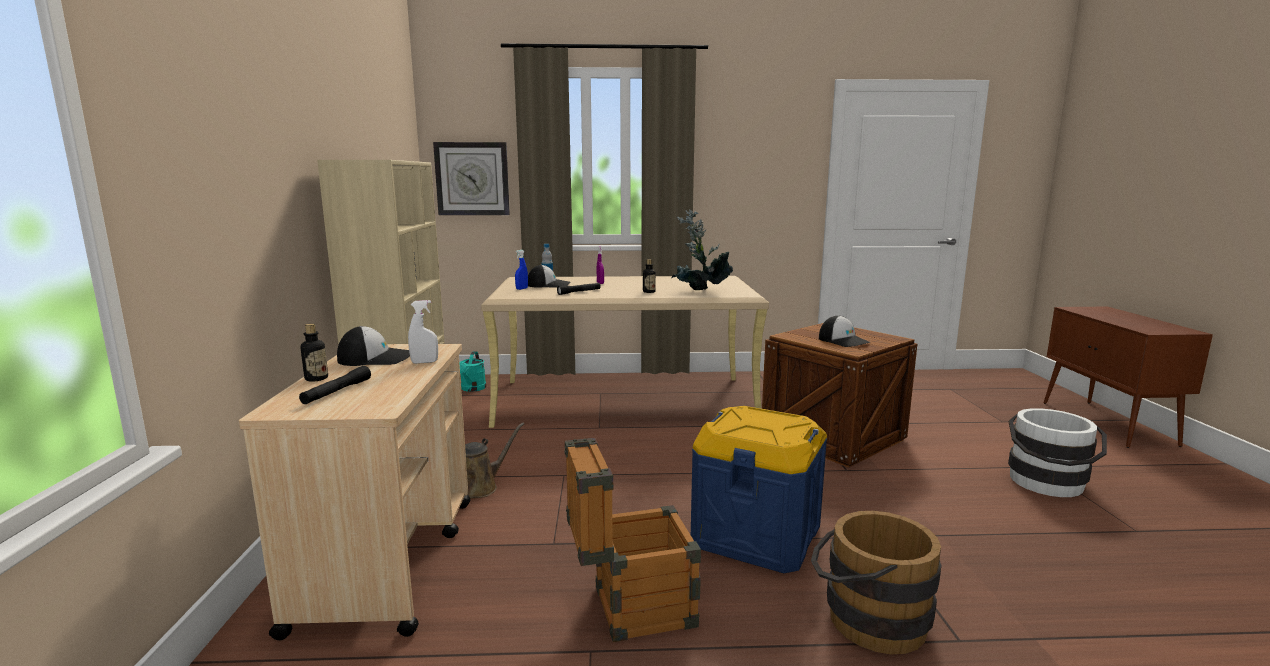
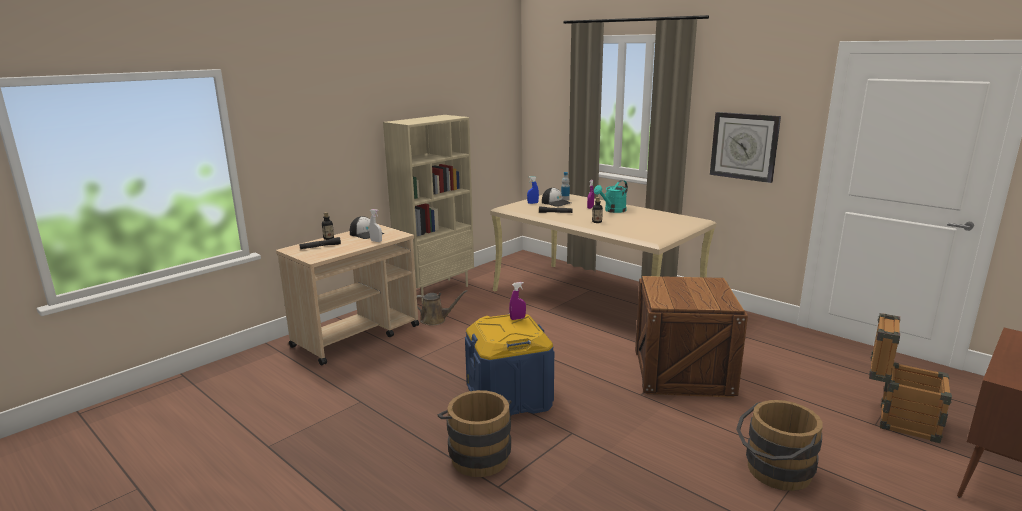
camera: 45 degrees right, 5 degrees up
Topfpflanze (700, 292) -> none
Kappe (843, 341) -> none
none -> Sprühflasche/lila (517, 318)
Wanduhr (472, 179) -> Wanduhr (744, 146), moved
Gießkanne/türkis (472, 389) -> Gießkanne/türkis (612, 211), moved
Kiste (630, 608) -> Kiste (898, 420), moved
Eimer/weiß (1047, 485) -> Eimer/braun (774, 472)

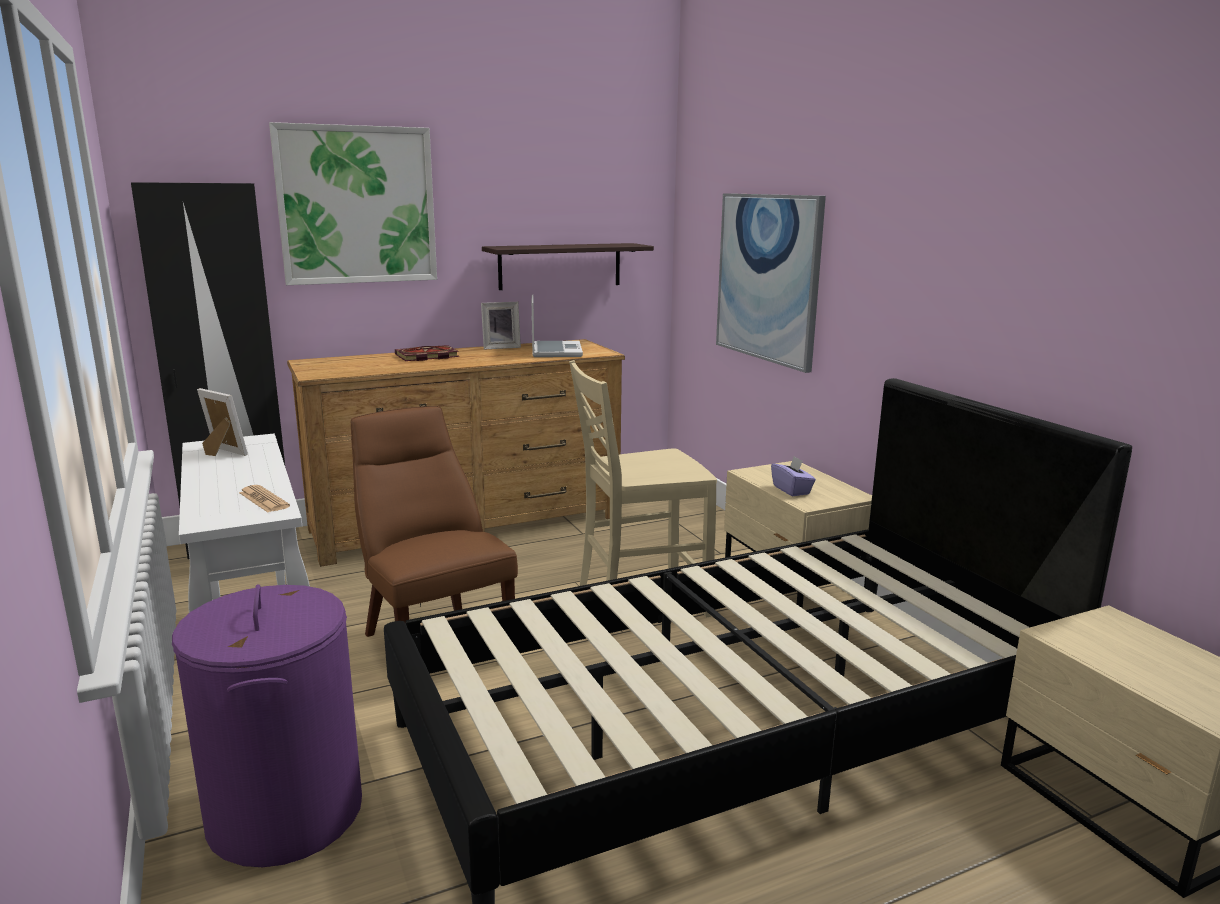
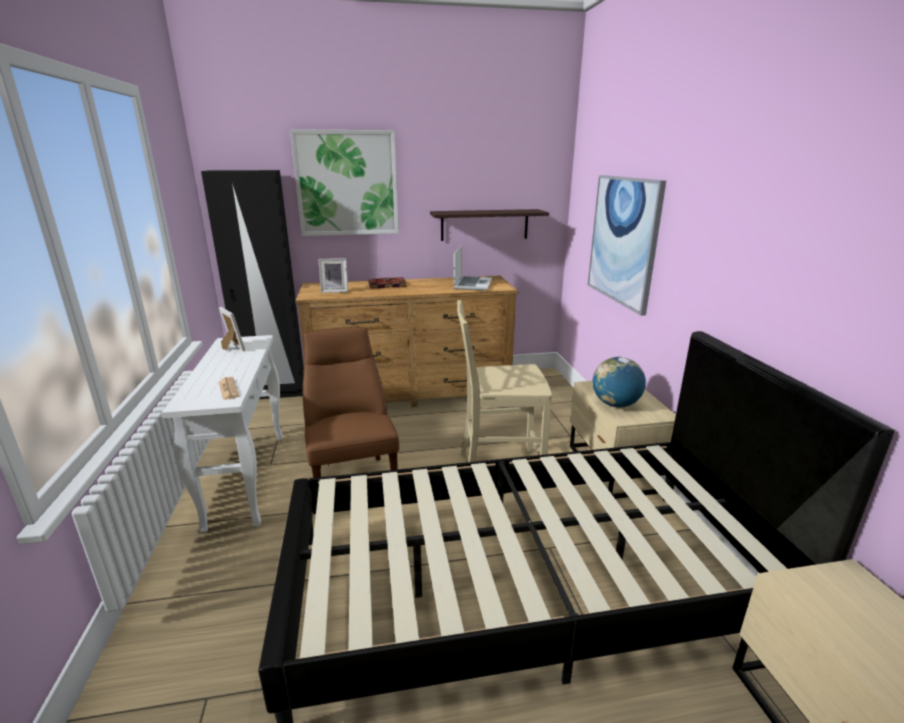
camera: 15 degrees right, 5 degrees up
Wäschekorb/lila (285, 813) -> none
Bilderrahmen (501, 347) -> Bilderrahmen (335, 291), moved
Taschentuchbox/lila (792, 490) -> Globus (615, 404)

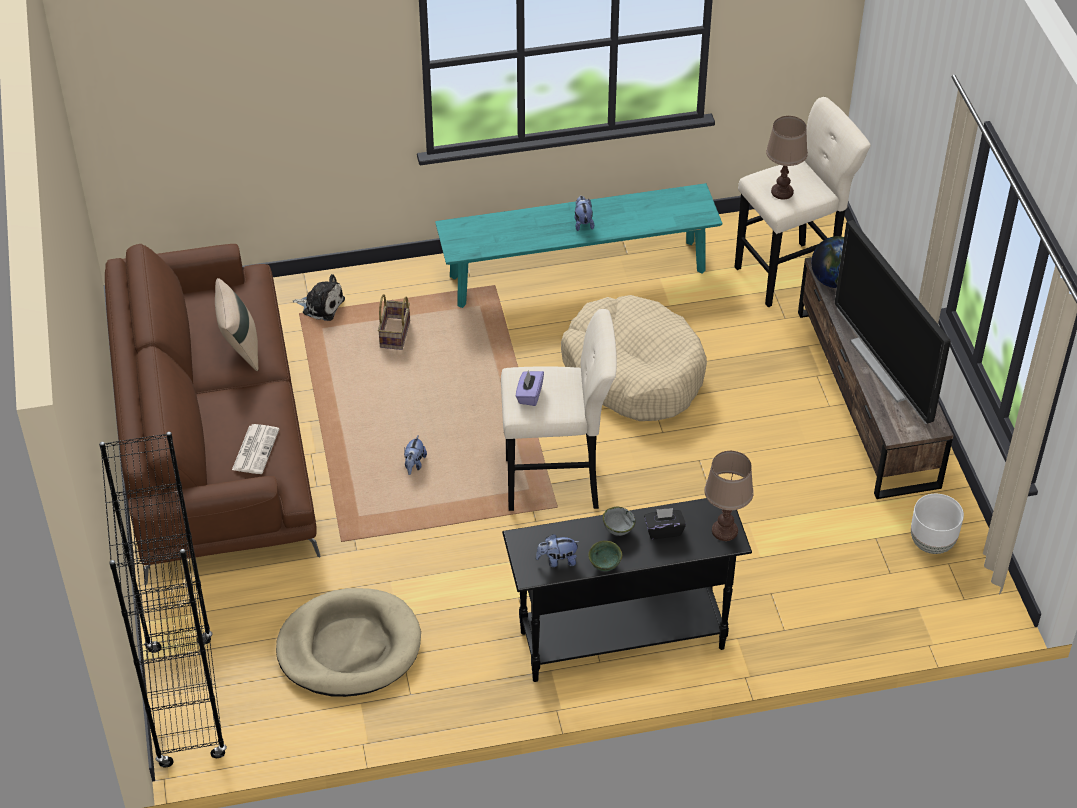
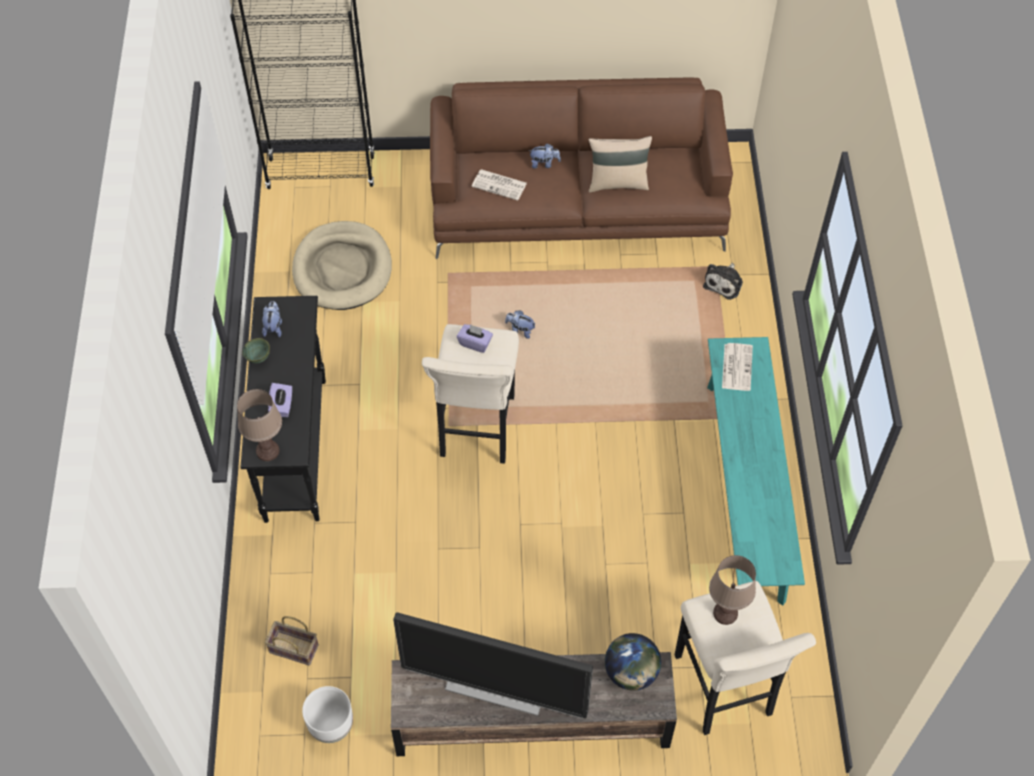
camera: 100 degrees right, 10 degrees up
Hundebett/beige (633, 372) -> none
Schüssel/grau (617, 530) -> none
none -> Zeitung (736, 366)
Korb (395, 335) -> Korb (292, 649), moved
Plüschtier (583, 222) -> Plüschtier (544, 164), moved
Taschentuchbox/schwarz (664, 530) -> Taschentuchbox/lila (282, 406)
Fernseher (886, 367) -> Fernseher (495, 689), 150 degrees counterclockwise

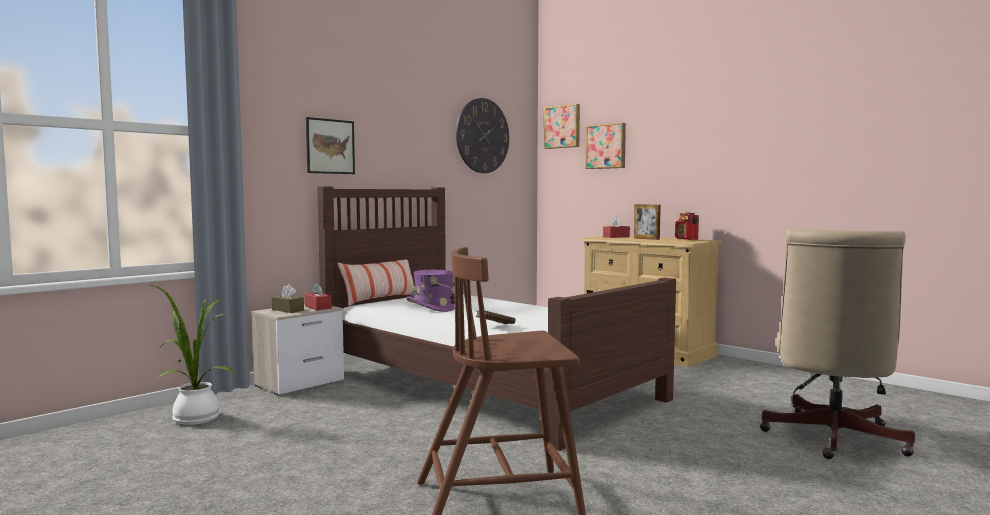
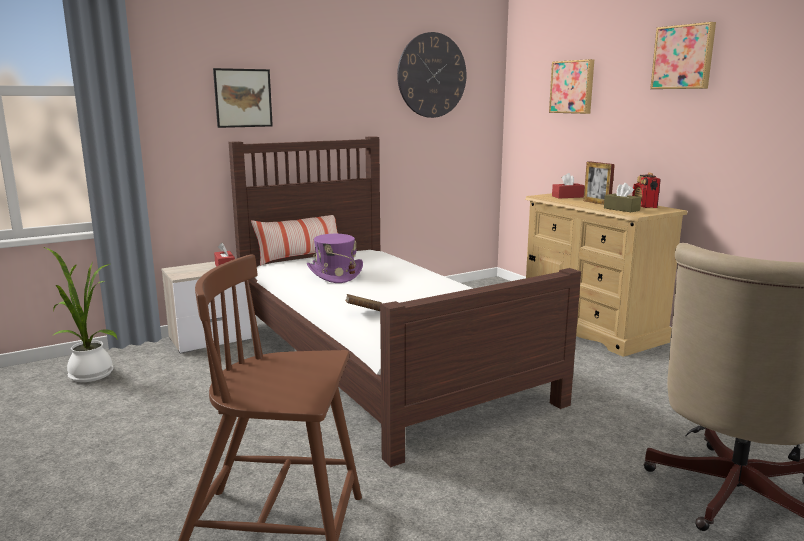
camera: 15 degrees right, 10 degrees up
Taschentuchbox/braun (288, 310) -> Taschentuchbox/braun (621, 209), moved
Bild (562, 127) -> Bild (683, 57), moved

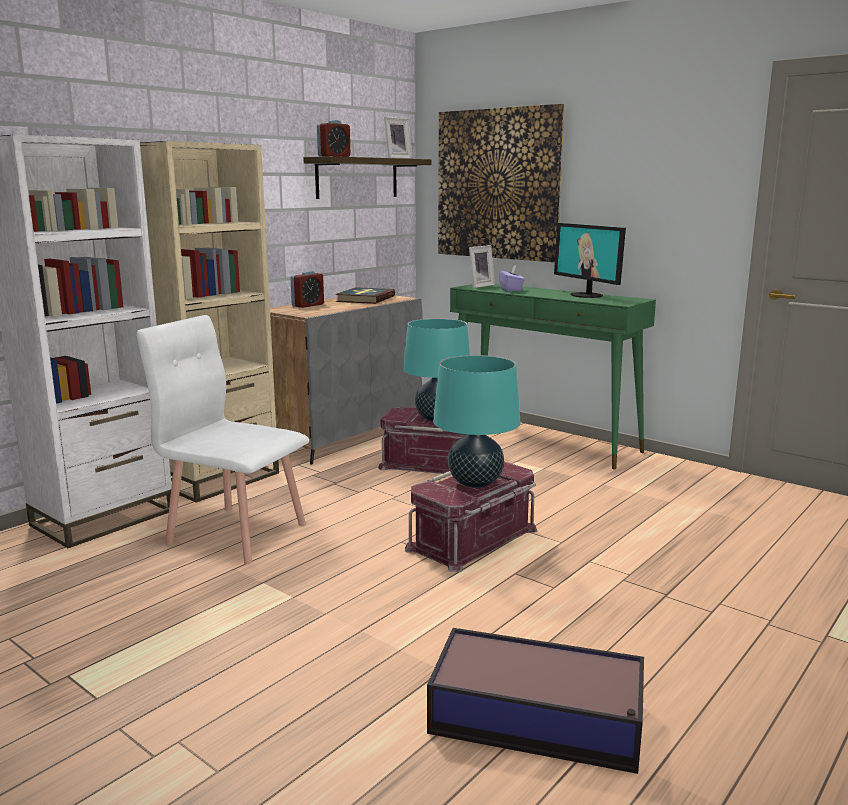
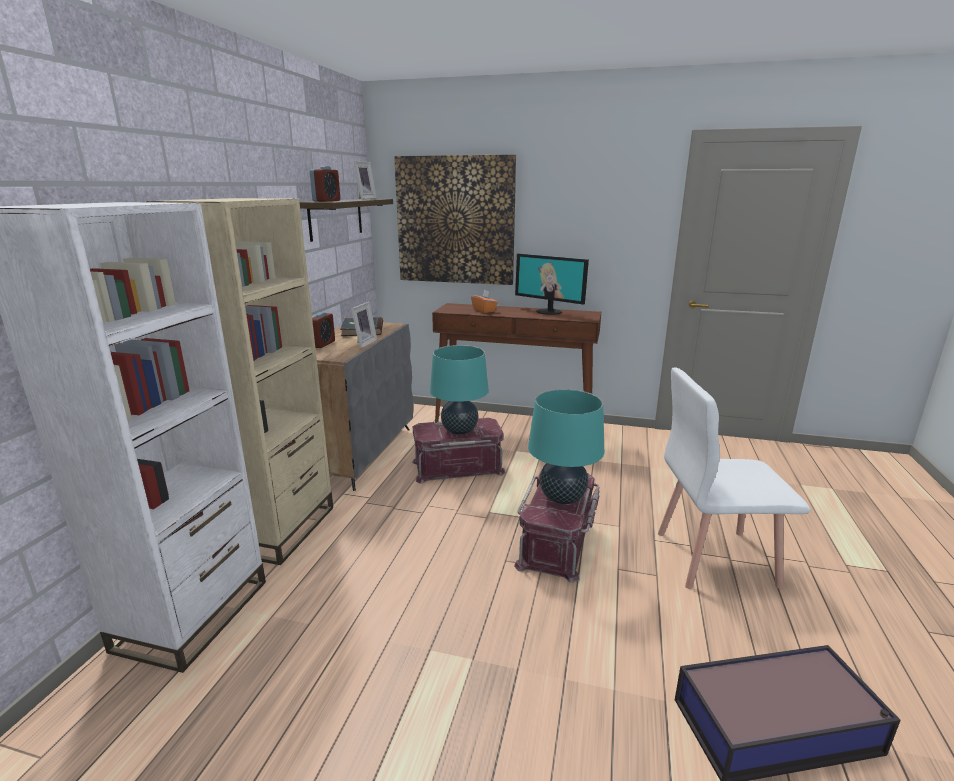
camera: 25 degrees left, 5 degrees up
Stuhl/weiß (236, 533) -> Stuhl/weiß (713, 558), moved
Bilderrahmen (479, 286) -> Bilderrahmen (363, 343), moved
Konsolentisch/grün (542, 440) -> Konsolentisch/braun (514, 425)
Taschentuchbox/lila (511, 290) -> Taschentuchbox/orange (484, 310)

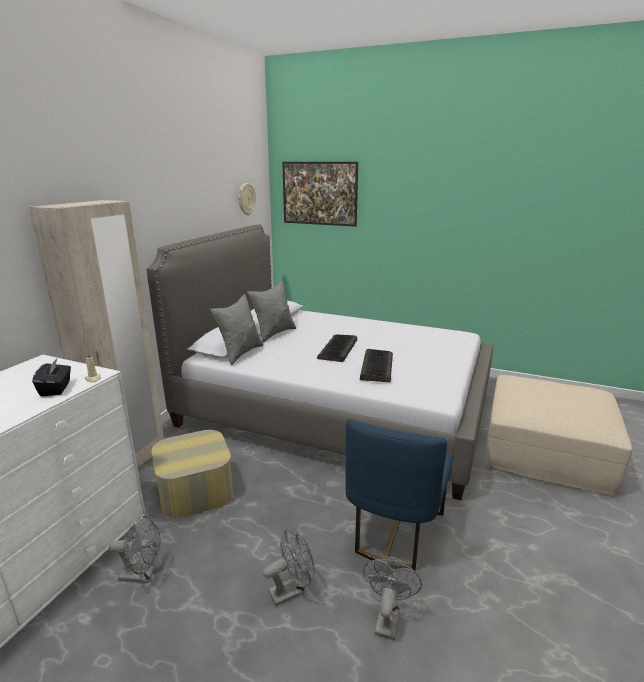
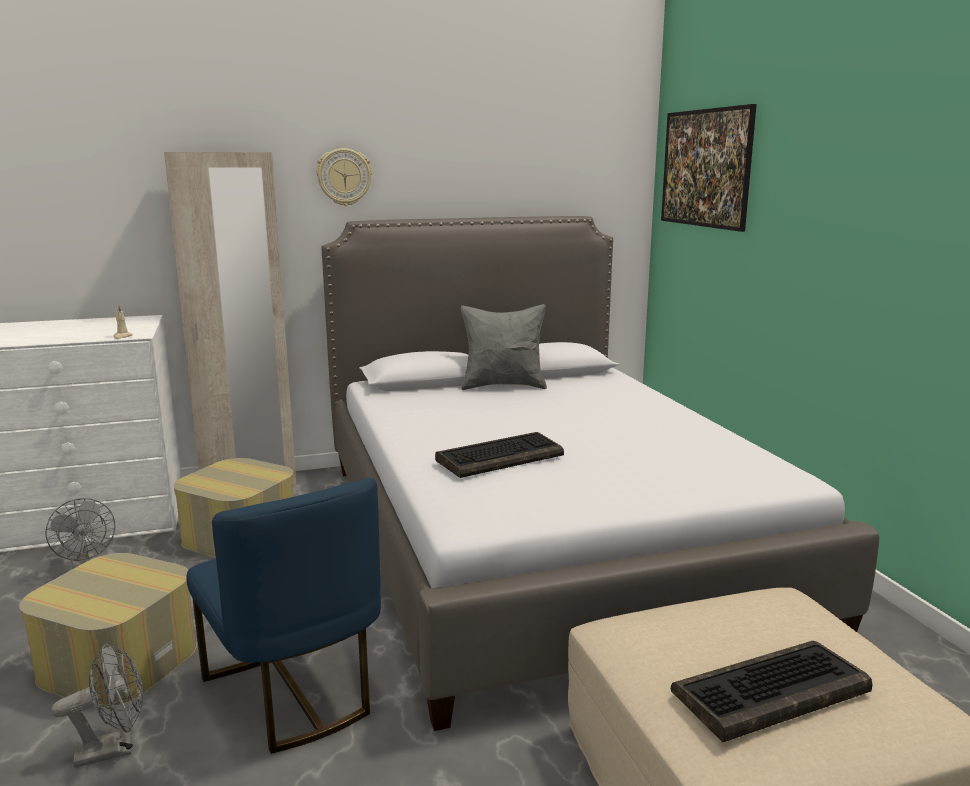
camera: 50 degrees right, 5 degrees down
Taschentuchbox/schwarz (56, 389) -> none
Kissen/grau (240, 353) -> none
Wanduhr (246, 199) -> Wanduhr (344, 177), moved
Tastatur (338, 349) -> Tastatur (770, 693), moved
Ventilator/grau (291, 590) -> Polsterhocker (118, 660)
Stuhl/blau (394, 530) -> Stuhl/blau (294, 692), 105 degrees counterclockwise

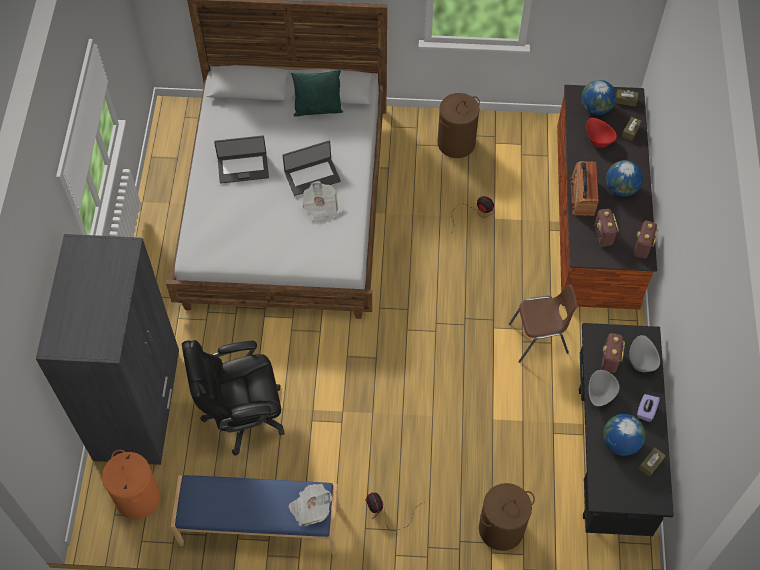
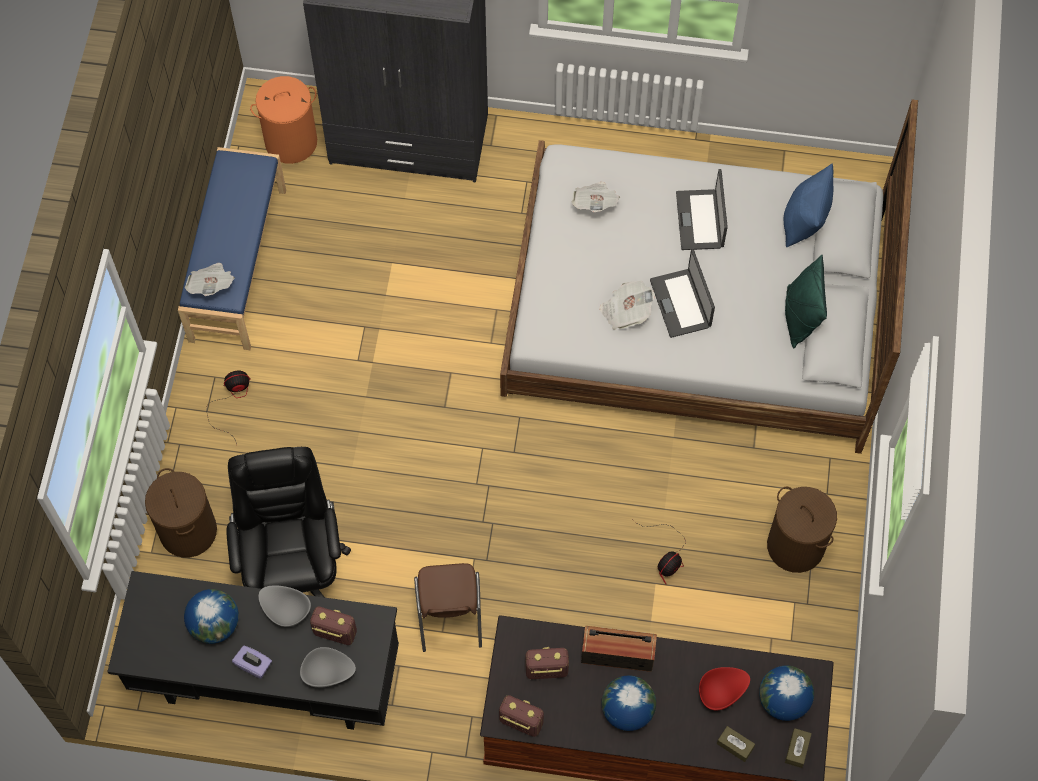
camera: 95 degrees right, 5 degrees up
Taschentuchbox/braun (650, 464) -> none
none -> Zeitung (595, 203)
none -> Kissen/blau (804, 221)
Bürostuhl/schwarz (242, 415) -> Bürostuhl/schwarz (293, 566), moved

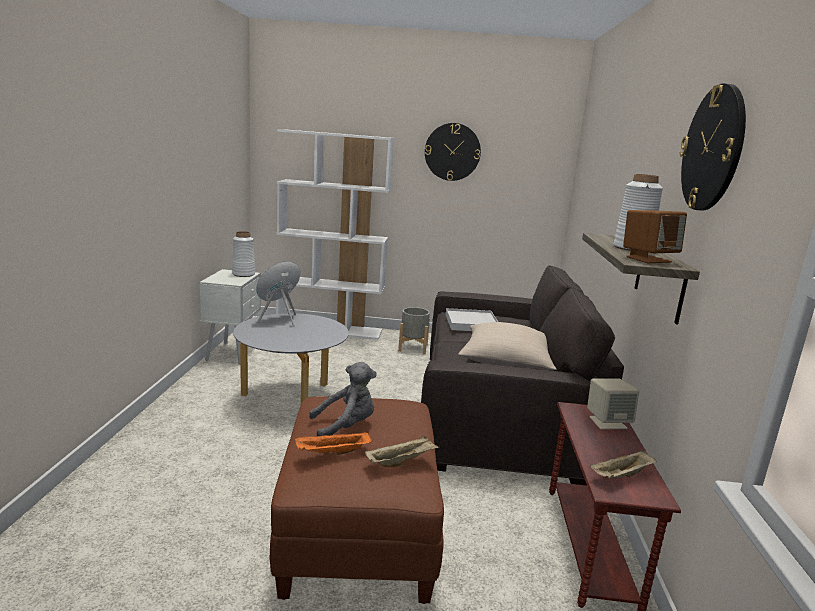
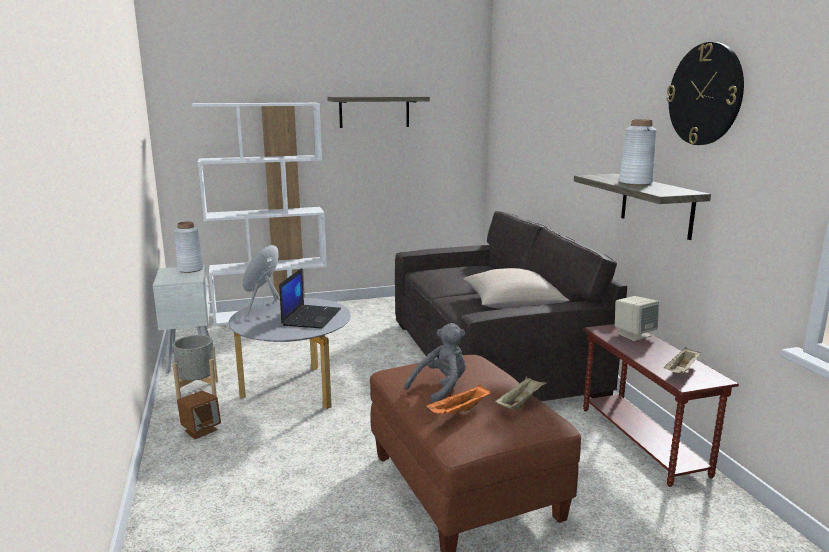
camera: 20 degrees left, 0 degrees up
Tablett/weiß (471, 323) -> none
none -> Laptop (311, 317)
Pflanzkübel/grau (412, 348) -> Pflanzkübel/grau (197, 391), moved
Lautsprecher/braun (648, 259) -> Lautsprecher/braun (201, 430), moved
Wanduhr (452, 152) -> Wandregal (374, 112)

